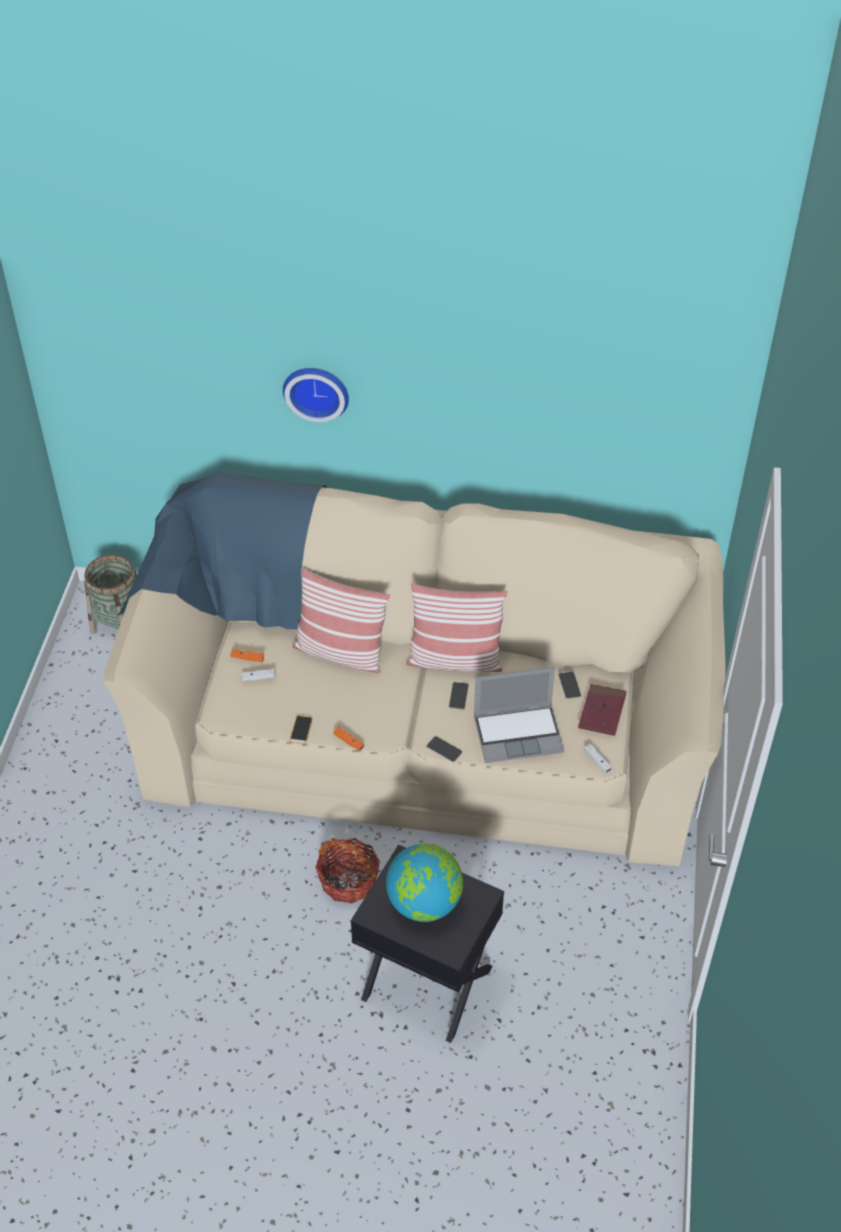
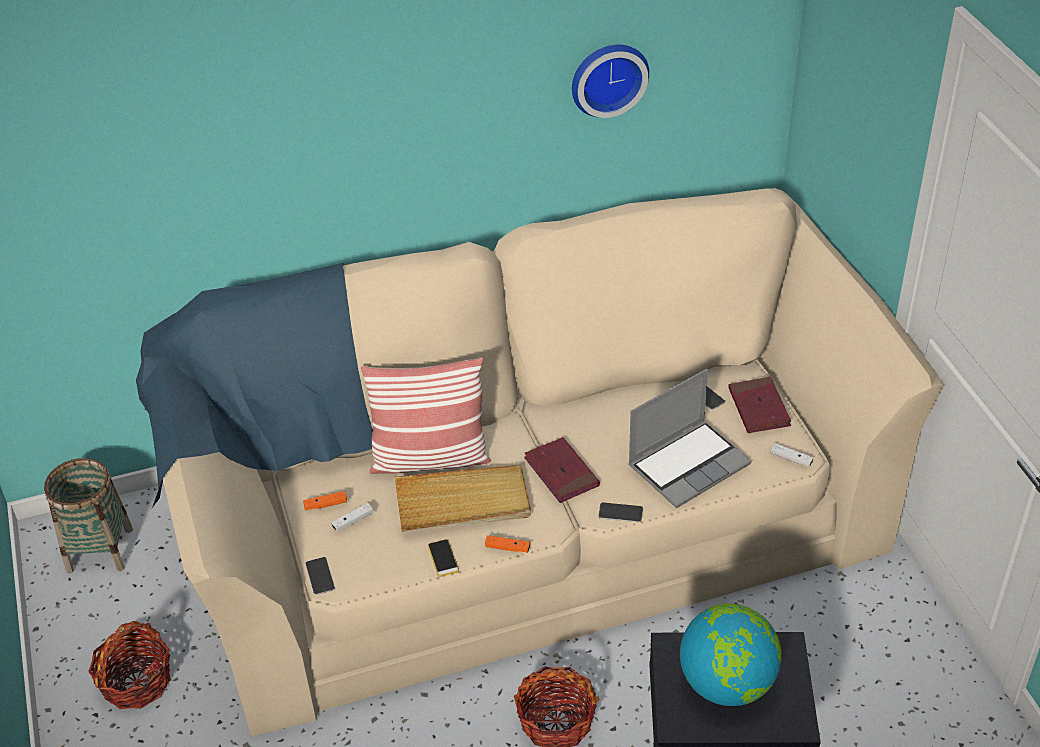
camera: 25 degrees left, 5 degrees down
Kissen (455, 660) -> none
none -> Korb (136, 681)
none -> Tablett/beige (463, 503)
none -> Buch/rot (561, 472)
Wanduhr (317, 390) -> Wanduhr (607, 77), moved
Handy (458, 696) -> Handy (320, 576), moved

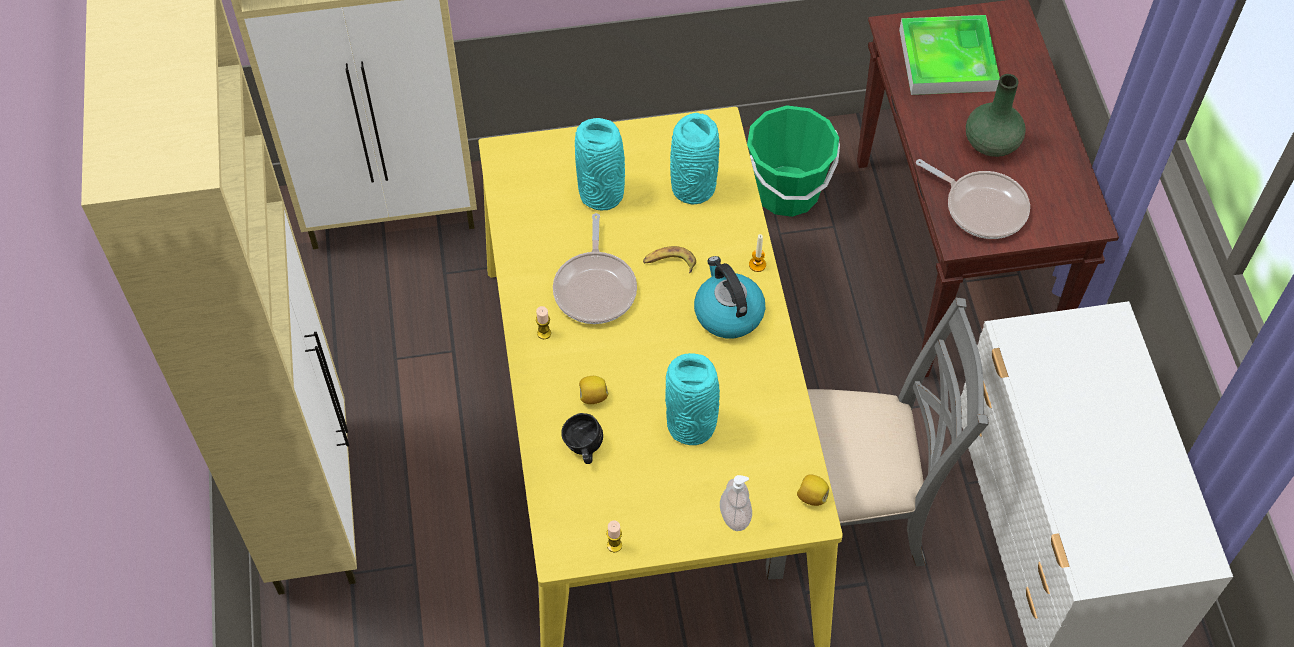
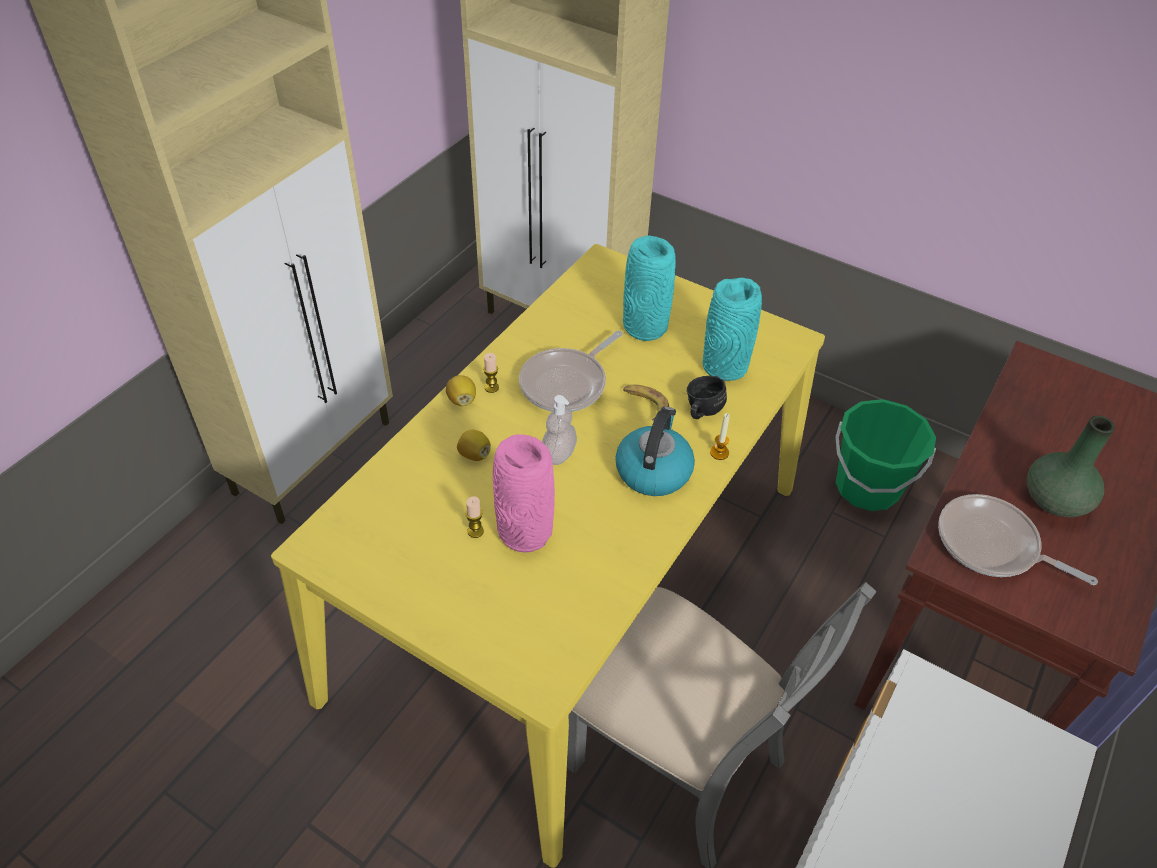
camera: 40 degrees right, 10 degrees down
Tablett (947, 60) -> none
Henkelbecher/schwarz (582, 449) -> Henkelbecher/schwarz (700, 411), moved
Kerze (614, 545) -> Kerze (475, 531), moved
Seifenspender (735, 515) -> Seifenspender (558, 454), moved
Zitrone (811, 496) -> Zitrone (462, 400), moved
Vase/türkis (693, 426) -> Vase/rosa (526, 533)
Pfanne (981, 207) -> Pfanne (992, 545), 135 degrees clockwise

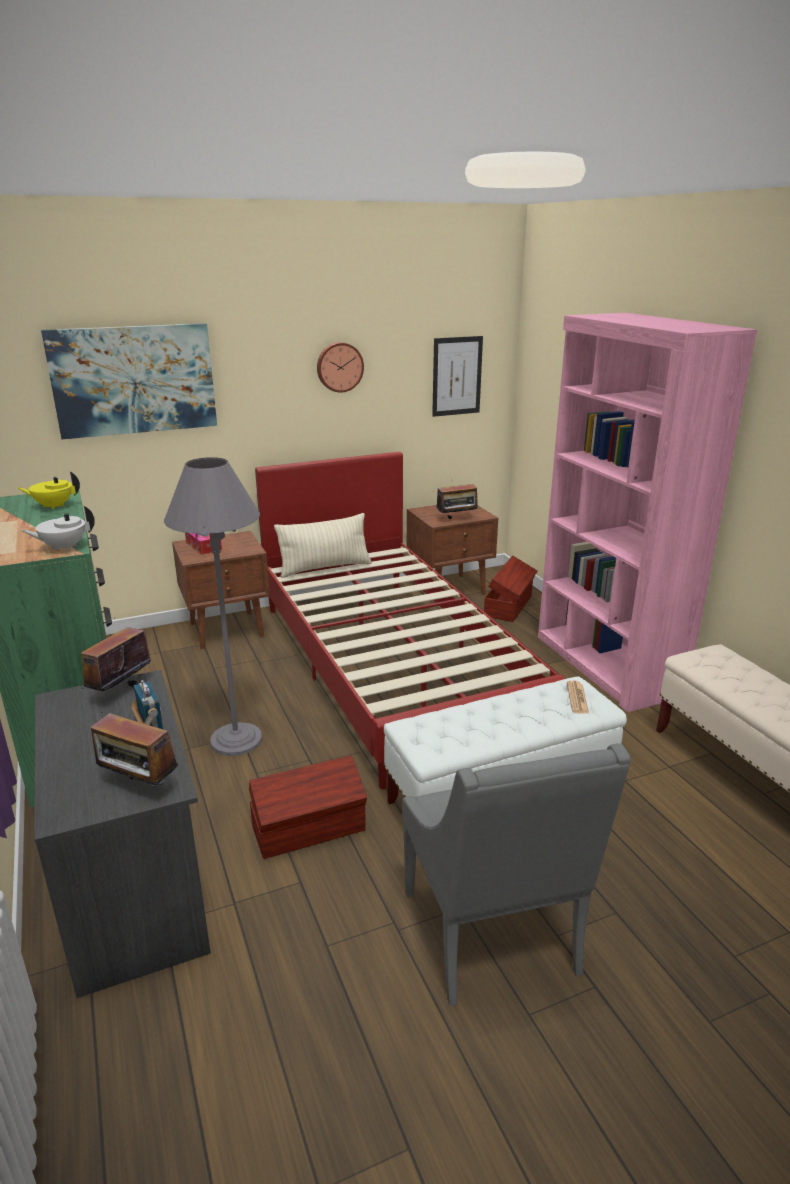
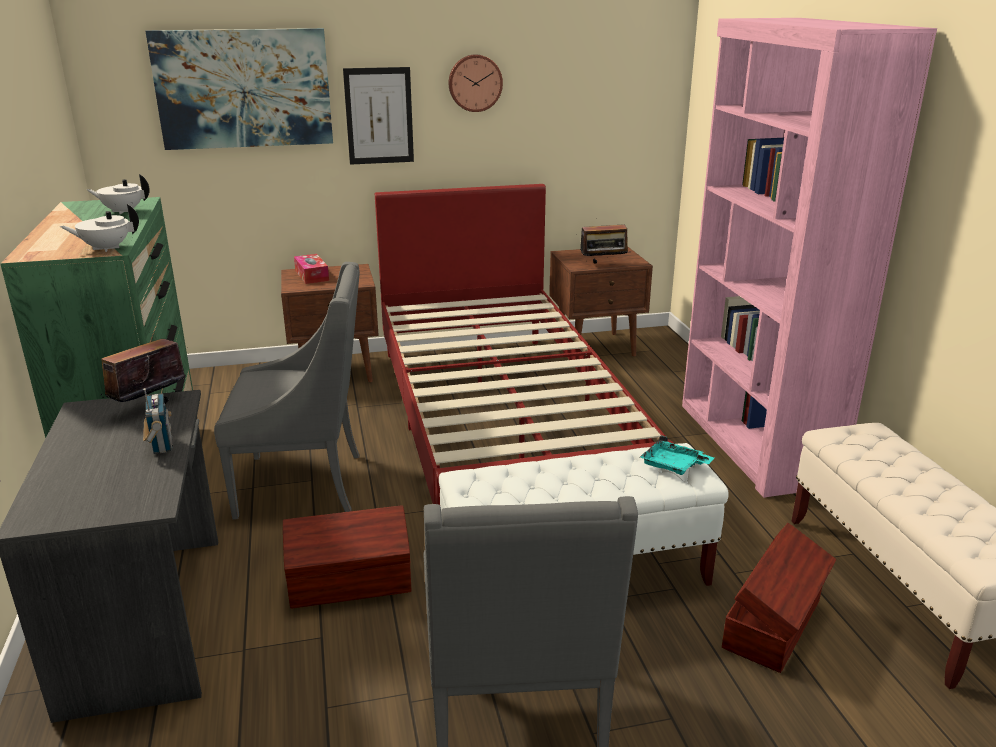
camera: 10 degrees right, 0 degrees up
Radio (139, 786) -> none
Kissen/beige (325, 568) -> none
Bild (457, 376) -> Bild (379, 116), moved
Aufbewahrungsbox/braun (509, 606) -> Aufbewahrungsbox/braun (774, 623), moved
Stehlampe/grau (236, 740) -> Sessel/grau (305, 484)
Zeitung (577, 698) -> Tablett/türkis (673, 465)
Teekanne/gelb (53, 506) -> Teekanne/weiß (123, 211)

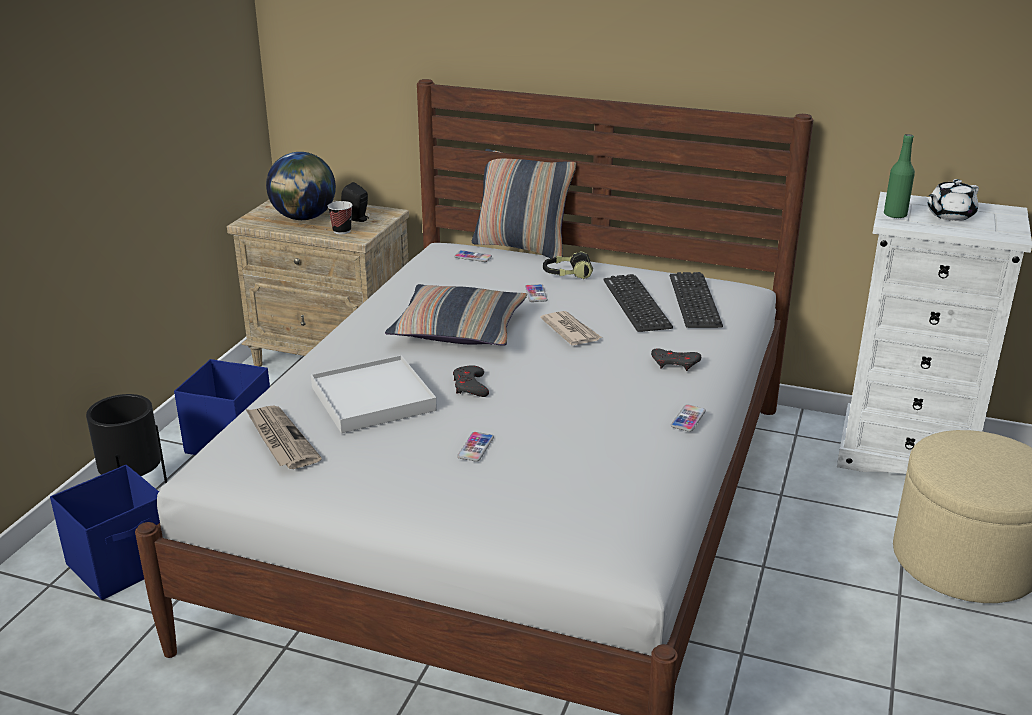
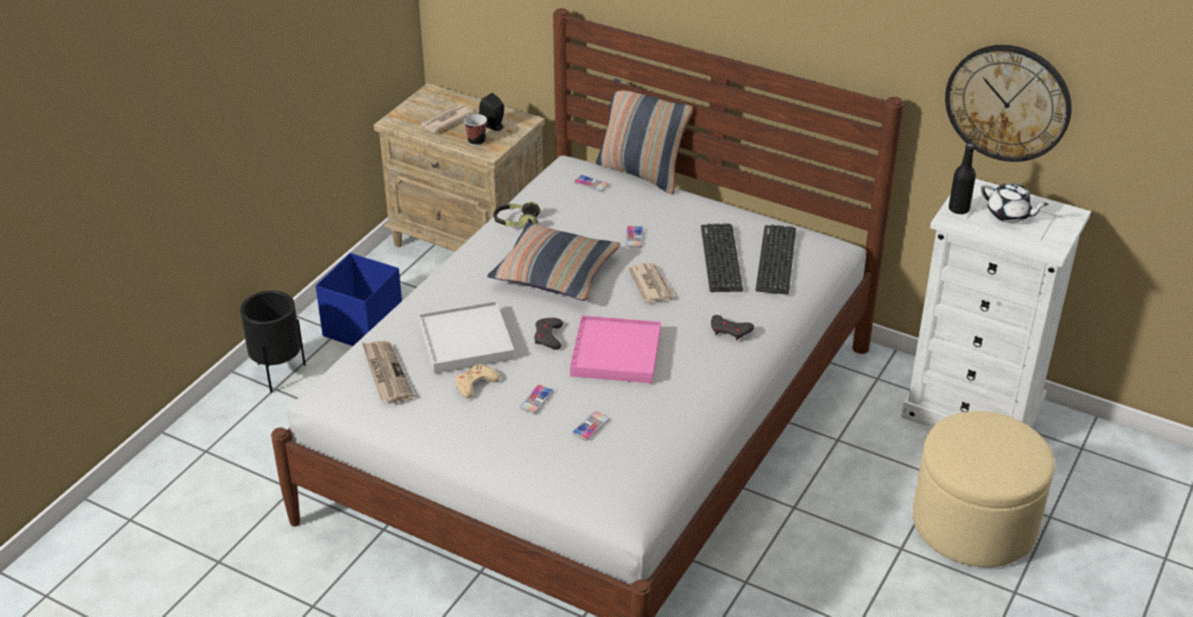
camera: 10 degrees right, 10 degrees up
Aufbewahrungsbox/blau (123, 564) -> none
none -> Gamepad/beige (475, 384)
none -> Tablett/rosa (615, 353)
none -> Wanduhr (1008, 102)
Kopfhörer (567, 274) -> Kopfhörer (516, 222), moved
Handy (688, 419) -> Handy (590, 426), moved
Globus (304, 218) -> Zeitung (445, 120)
Flasche/grün (895, 215) -> Flasche/schwarz (958, 209)
Teekanne/weiß (949, 215) -> Teekanne/weiß (1009, 215), 120 degrees counterclockwise

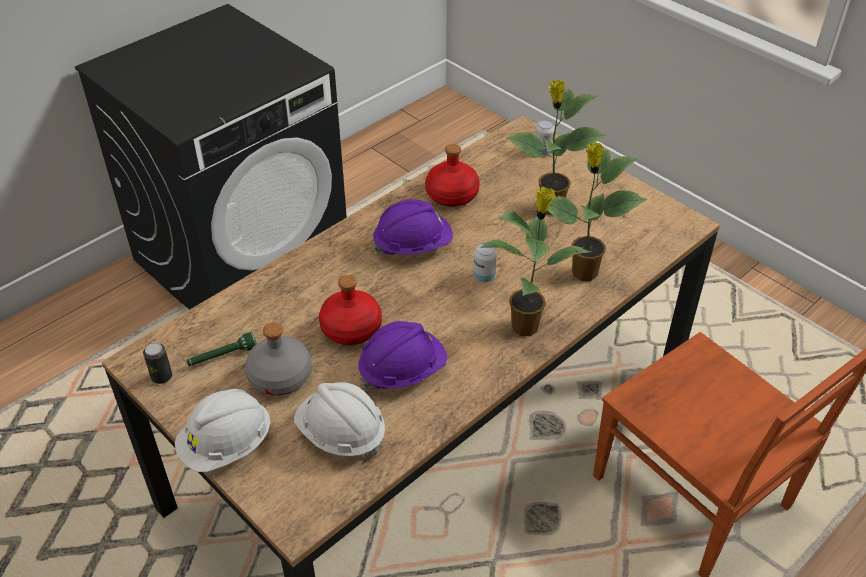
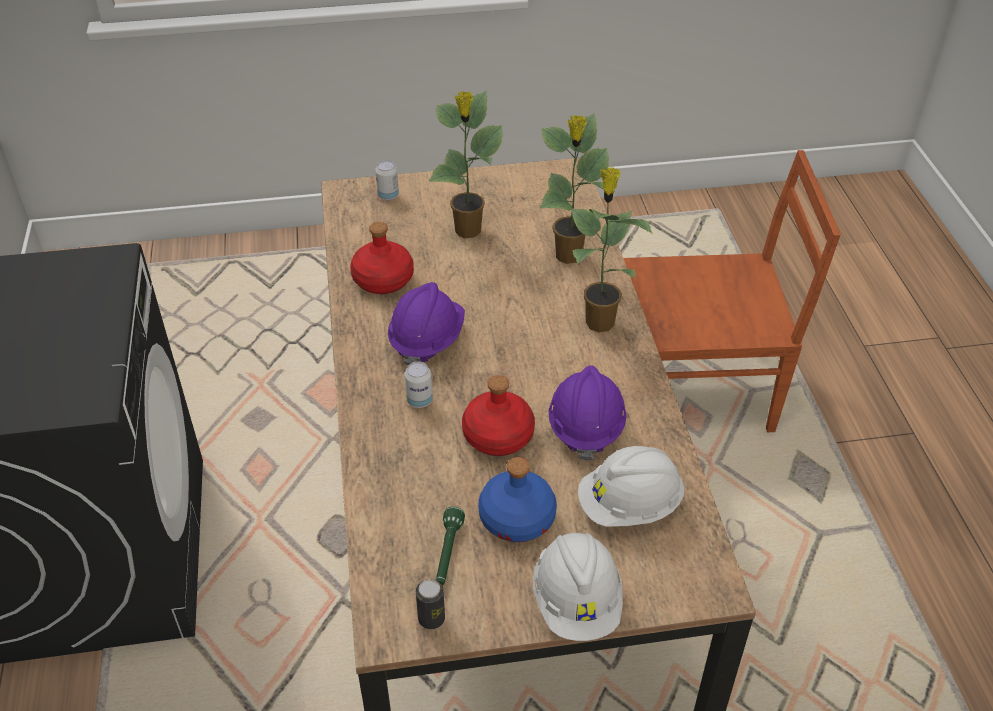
camera: 55 degrees left, 0 degrees up
Dose (484, 277) -> Dose (419, 401), moved
Flasche/grau (280, 377) -> Flasche/blau (517, 519)

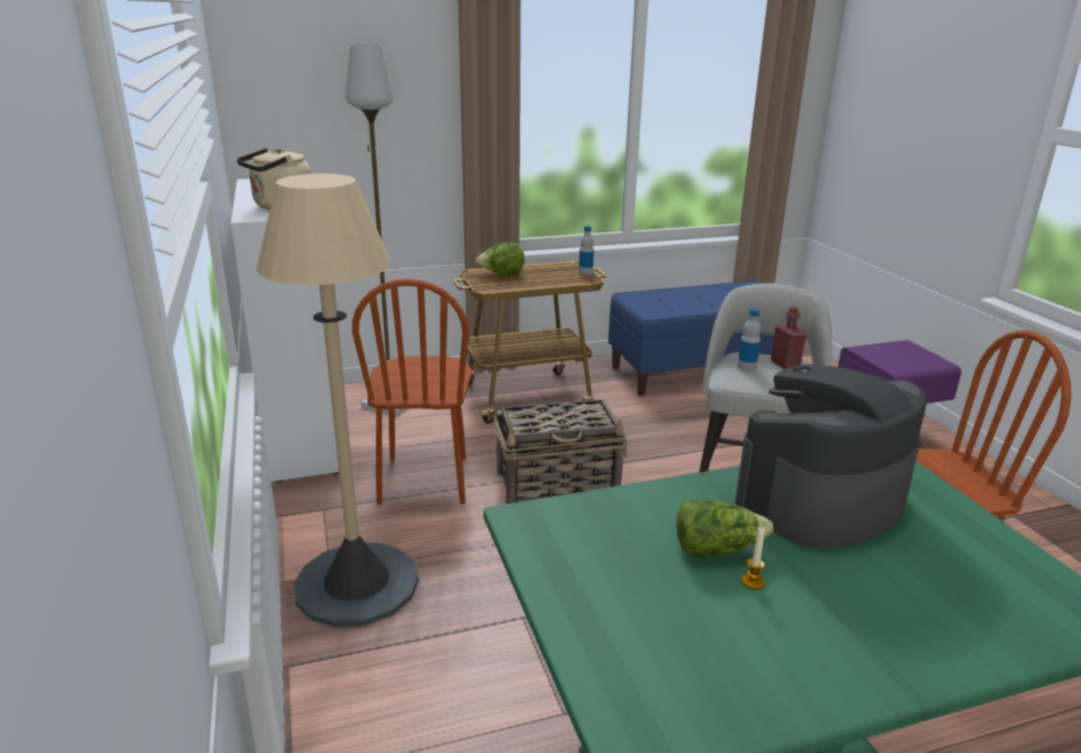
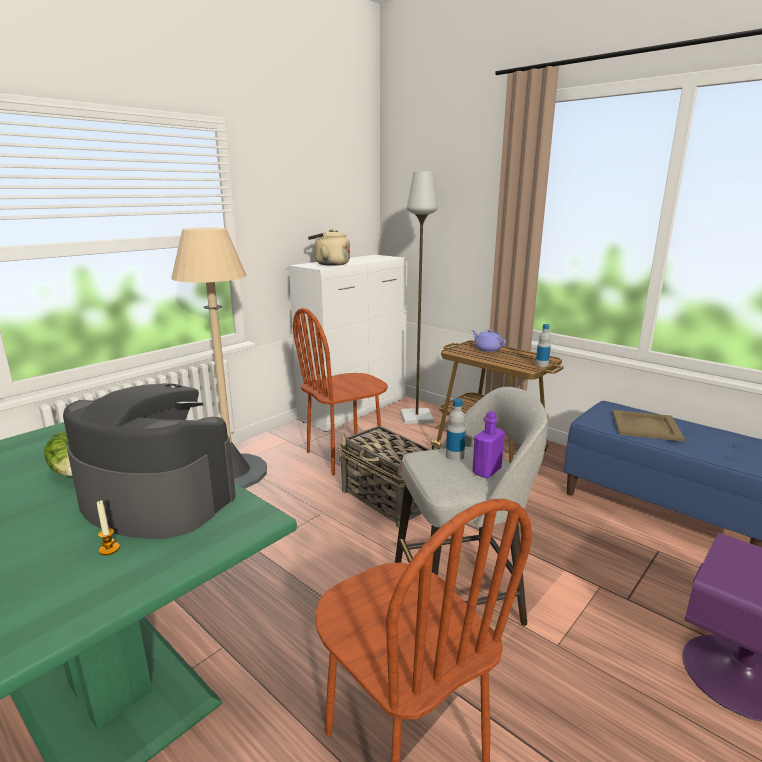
camera: 60 degrees right, 5 degrees down
none -> Tablett/beige (646, 425)
Kerze (752, 582) -> Kerze (109, 549), moved
Salatkopf (502, 275) -> Teekanne/lila (487, 349)
Flasche/rot (785, 365) -> Flasche/lila (486, 471)

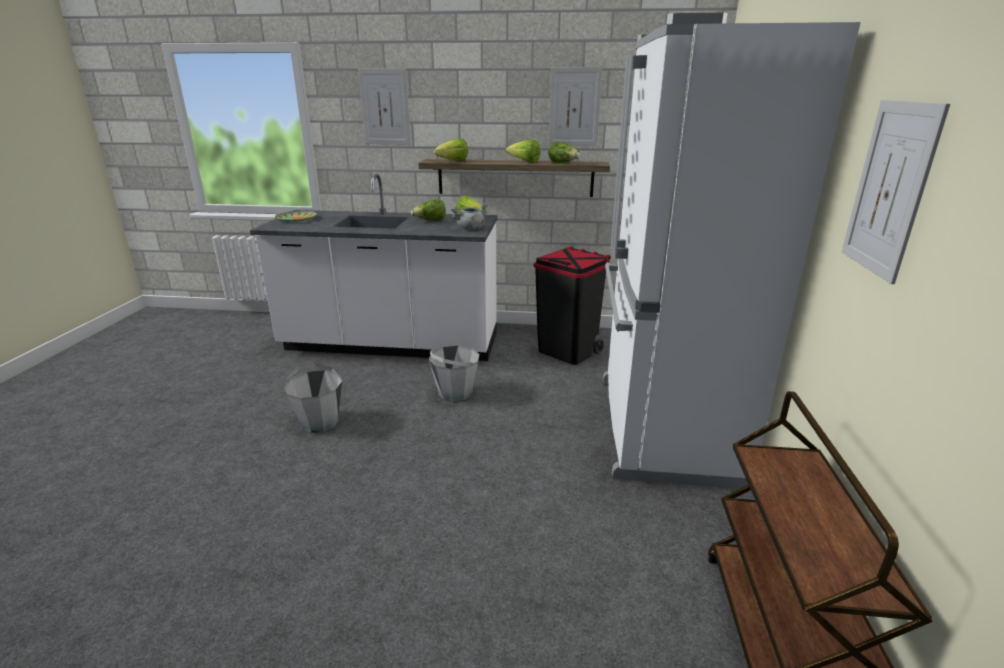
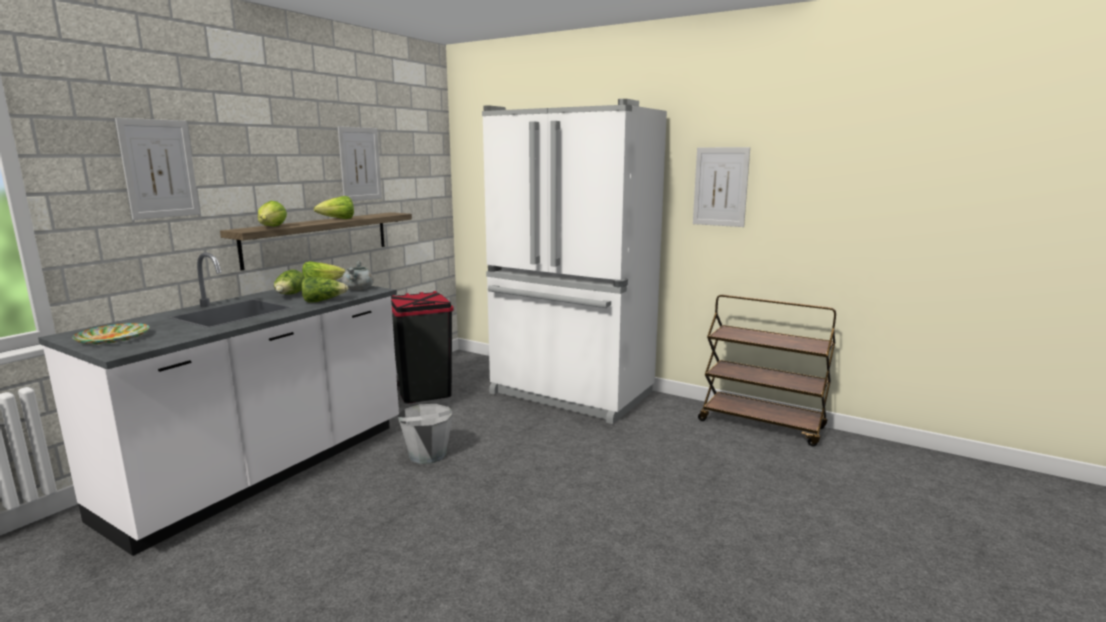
camera: 65 degrees left, 10 degrees down
Eimer/grau (319, 422) -> none
Salatkopf (563, 163) -> Salatkopf (323, 301), moved

